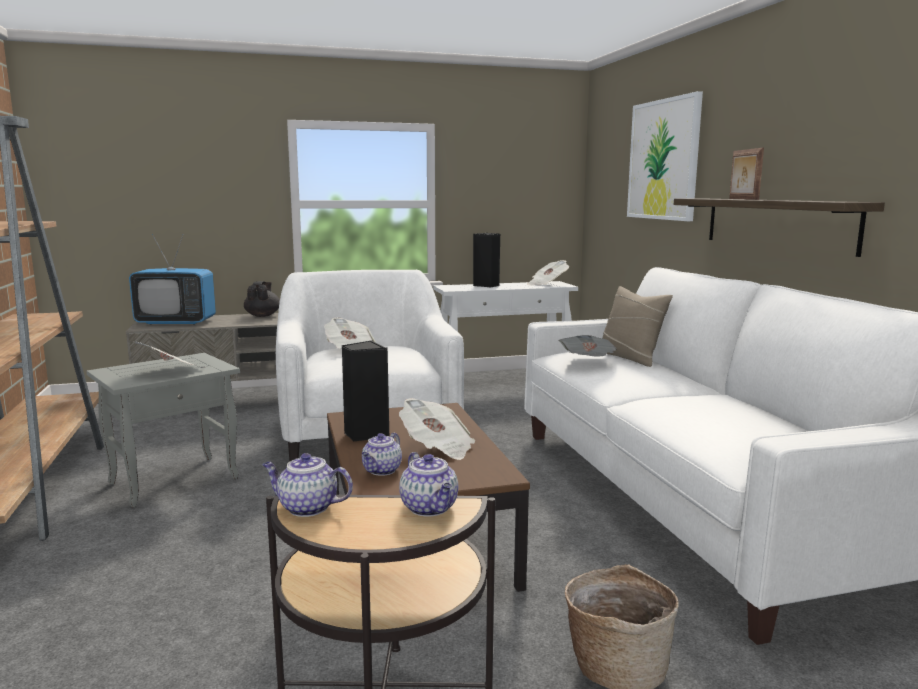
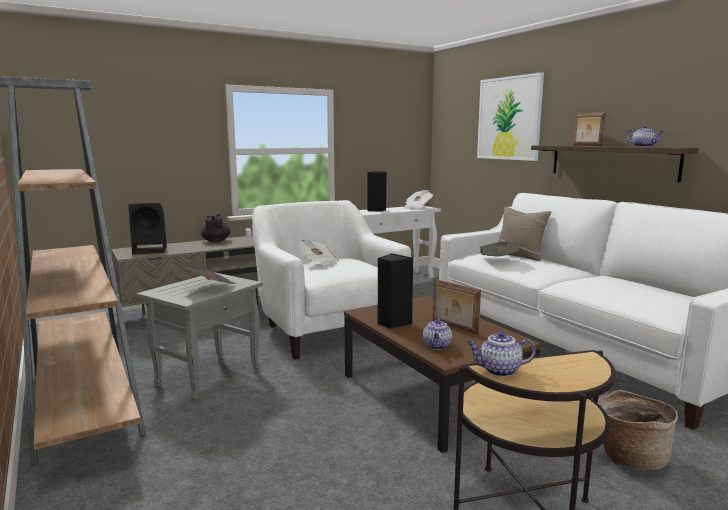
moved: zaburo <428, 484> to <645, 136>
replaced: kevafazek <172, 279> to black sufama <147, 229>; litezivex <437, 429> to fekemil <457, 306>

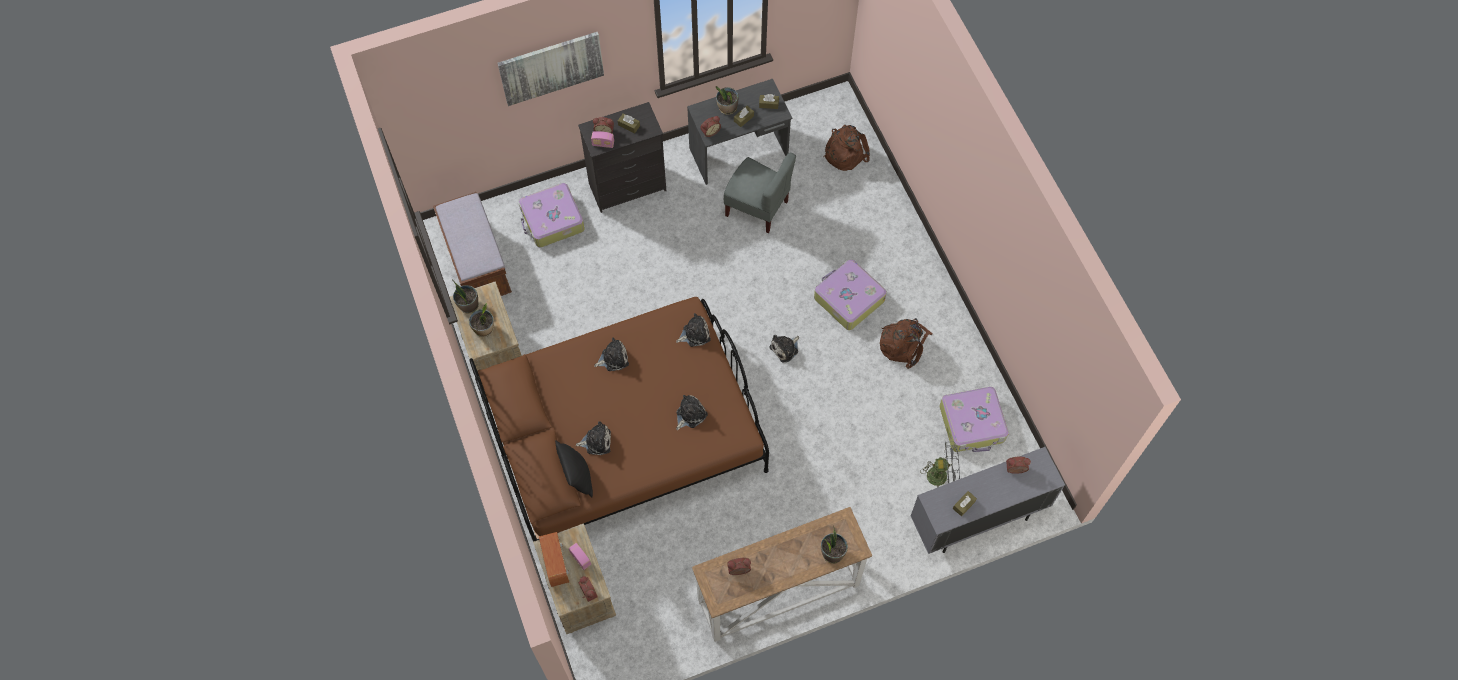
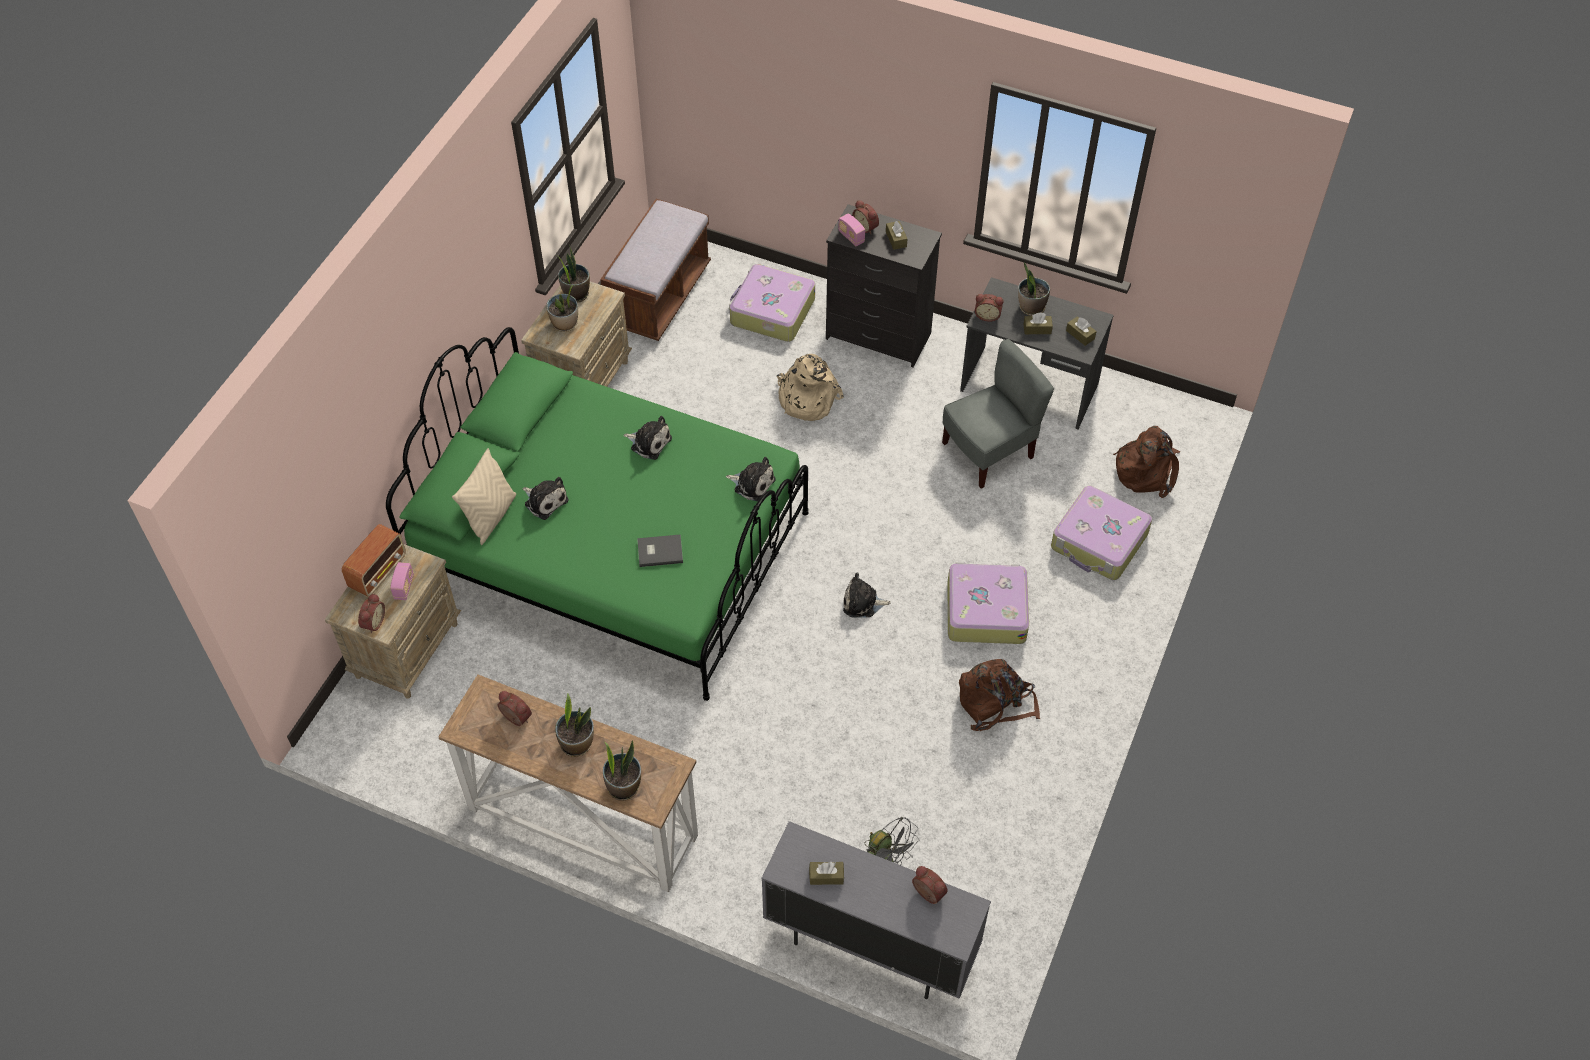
removed: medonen <550, 69>
added: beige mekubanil <810, 387>; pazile <574, 725>
moved: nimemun <974, 419> to <1101, 533>
replaced: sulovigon <692, 412> to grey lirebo <660, 550>
recoloured: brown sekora <619, 419> to green sekora <597, 514>; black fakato <574, 468> to beige fakato <484, 496>
turned: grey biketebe <760, 193> = <998, 414> 105 degrees counterclockwise

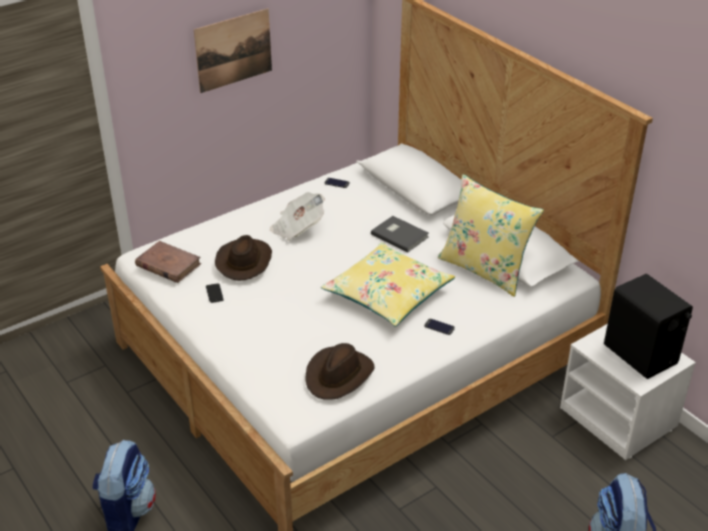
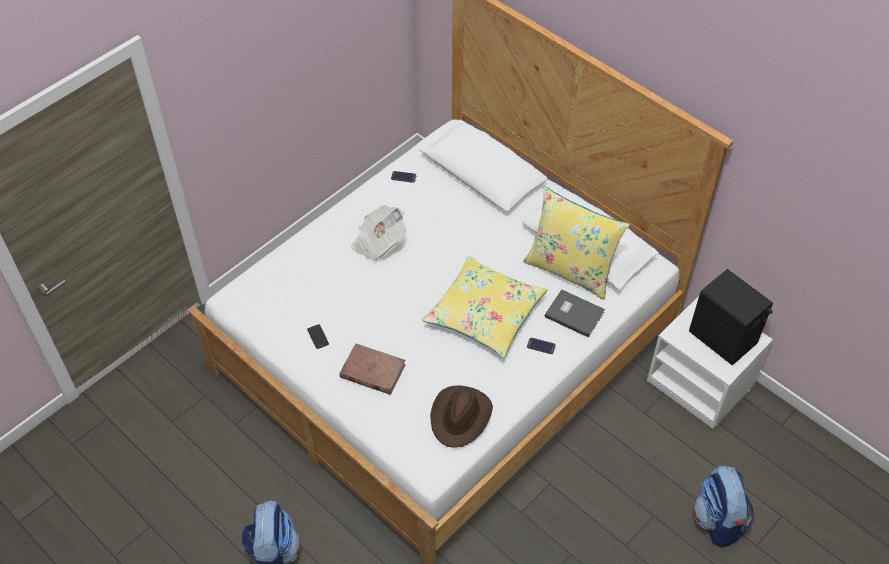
removed: medonen <233, 50>; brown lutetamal <243, 258>
moved: grey lirebo <400, 234> to <575, 313>; brown lirebo <168, 262> to <372, 369>

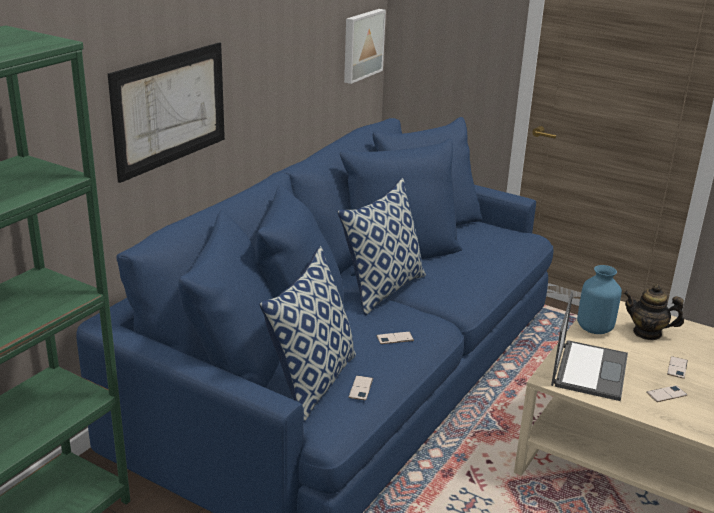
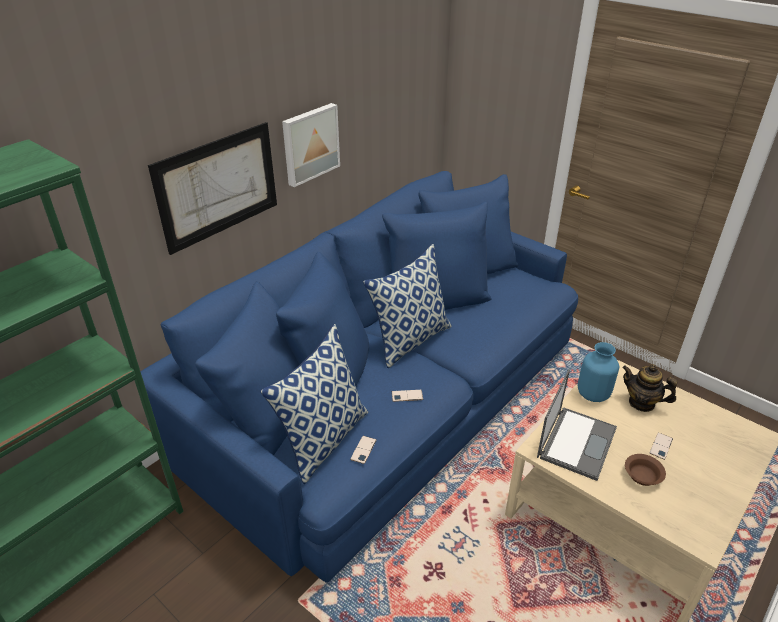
moved: medonen <365, 46> to <311, 145>
replaced: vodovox <666, 393> to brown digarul <645, 470>

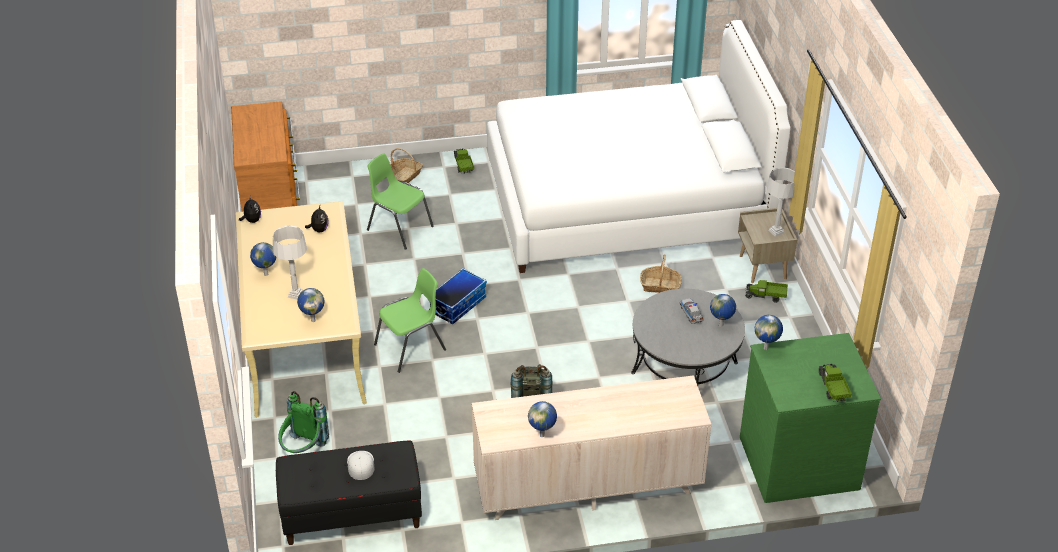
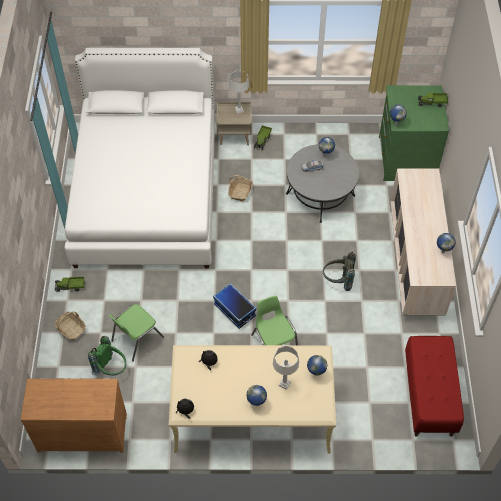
removed: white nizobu <361, 465>
moved: green mekubanil <303, 422> to <107, 356>
recoloured: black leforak <349, 492> to red leforak <434, 386>

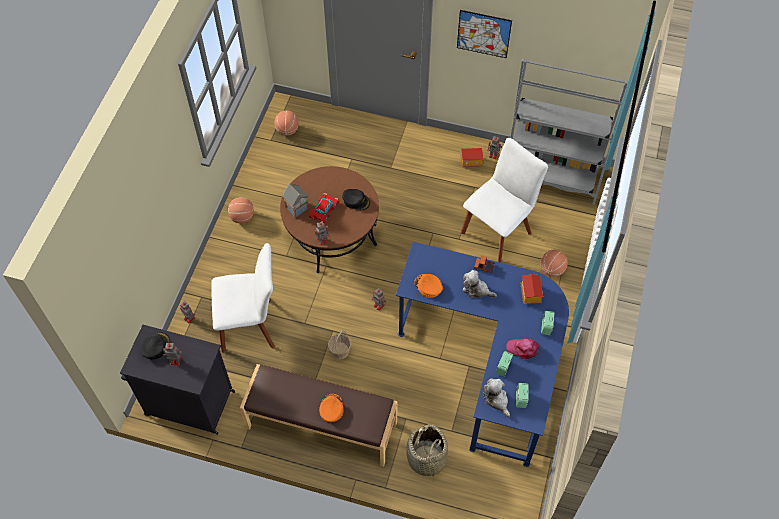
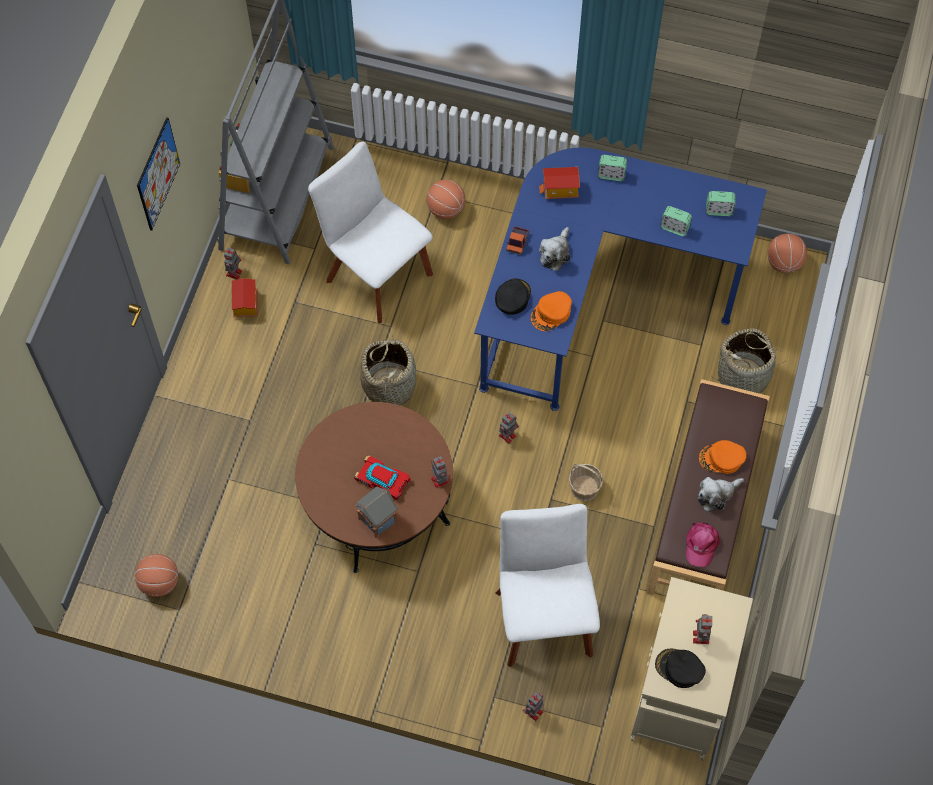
added: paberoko <388, 370>
moved: black nizobu <356, 199> to <513, 297>; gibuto <241, 210> to <787, 253>; pink nizobu <523, 348> to <703, 544>; sulovigon <496, 397> to <720, 494>
recoloured: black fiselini <177, 380> to beige fiselini <692, 669>

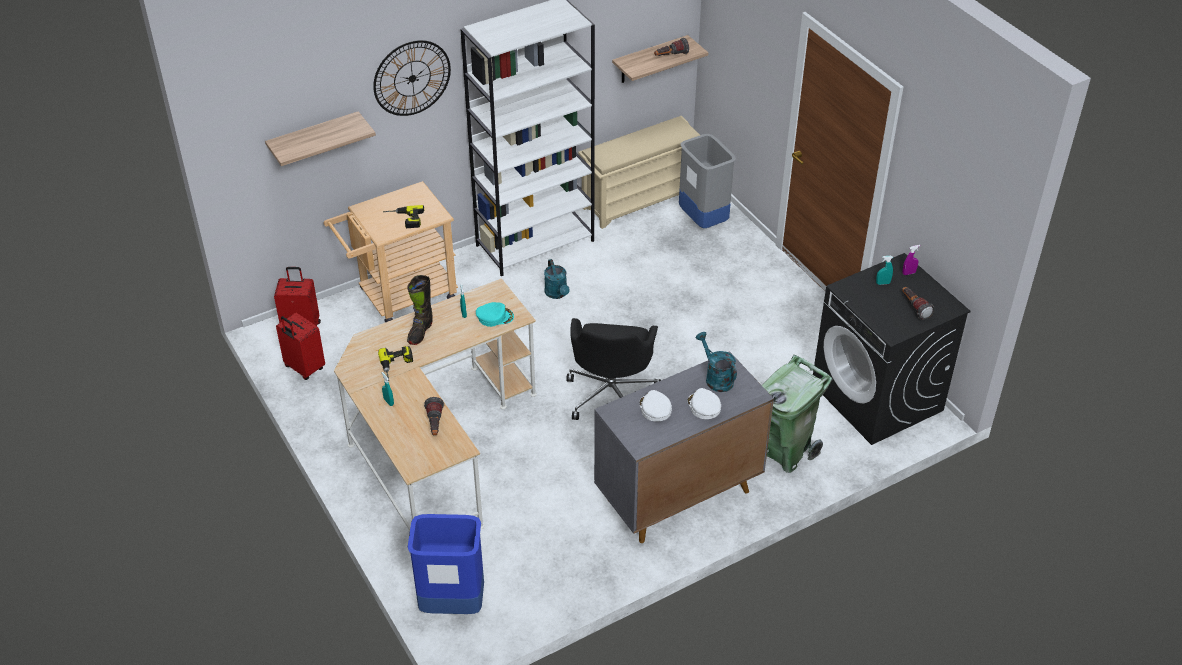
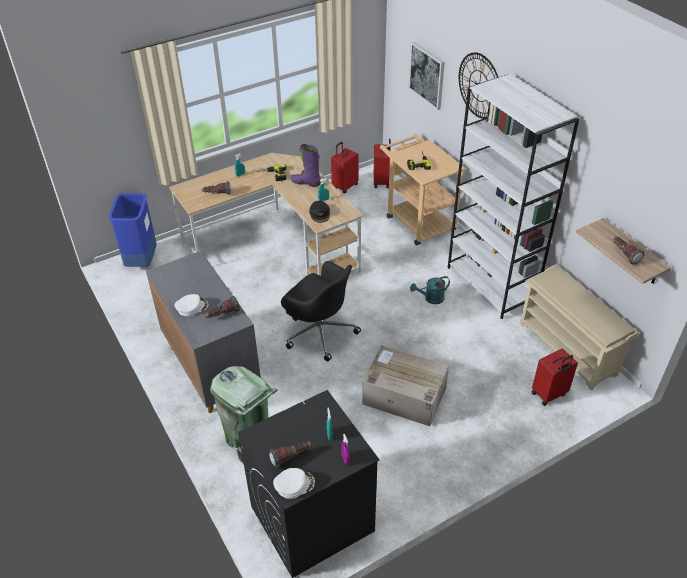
added: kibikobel <405, 385>
moved: white nizobu <655, 406> to <294, 483>
replaced: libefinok <320, 138> to medonen <427, 76>; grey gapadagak <707, 181> to red nimemun <554, 377>; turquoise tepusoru <716, 362> to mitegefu <222, 307>
recoloured: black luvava <420, 310> to purple luvava <305, 165>; turquoise nizobu <495, 314> to black nizobu <319, 212>
turned: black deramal <613, 369> = <321, 311> 150 degrees counterclockwise

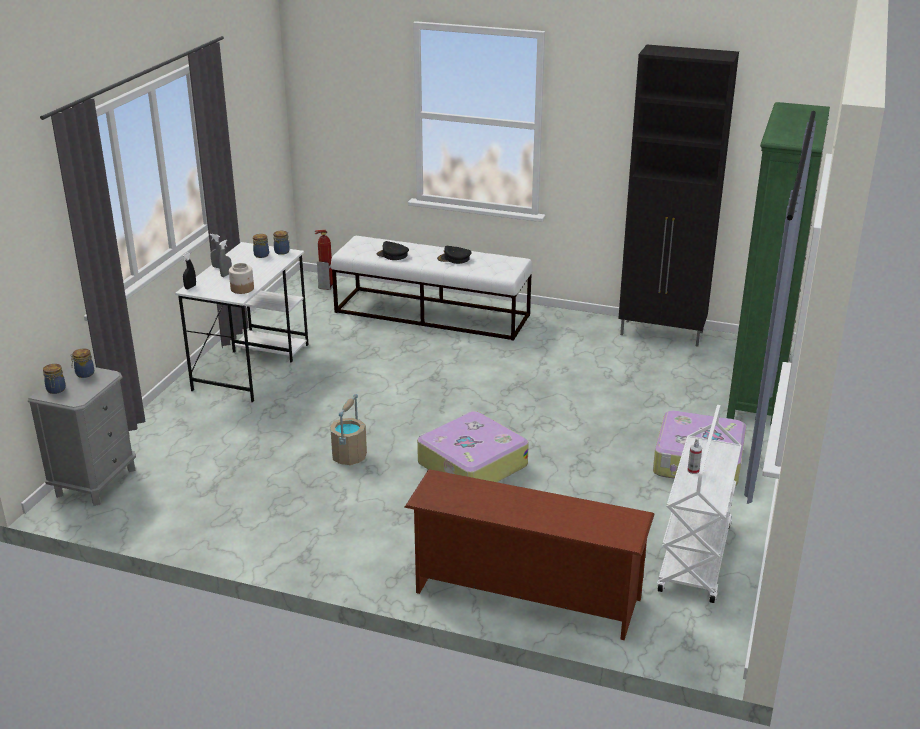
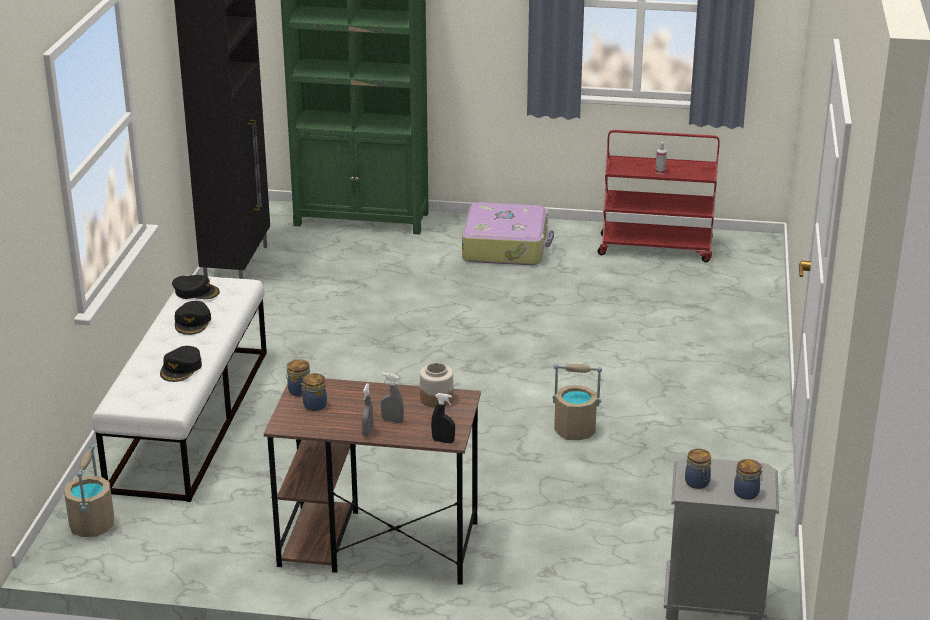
removed: nimemun <473, 446>; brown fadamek <529, 554>
added: black nizobu <196, 287>
replaced: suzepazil <324, 260> to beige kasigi <89, 491>
recoloured: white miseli <242, 322> to brown miseli <372, 482>; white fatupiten <699, 504> to red fatupiten <658, 196>

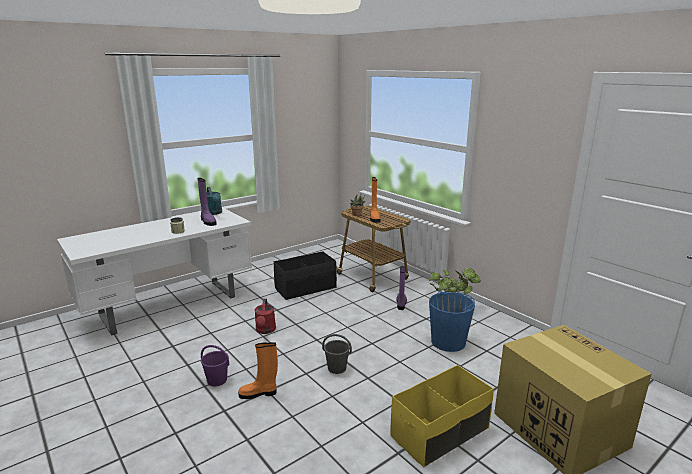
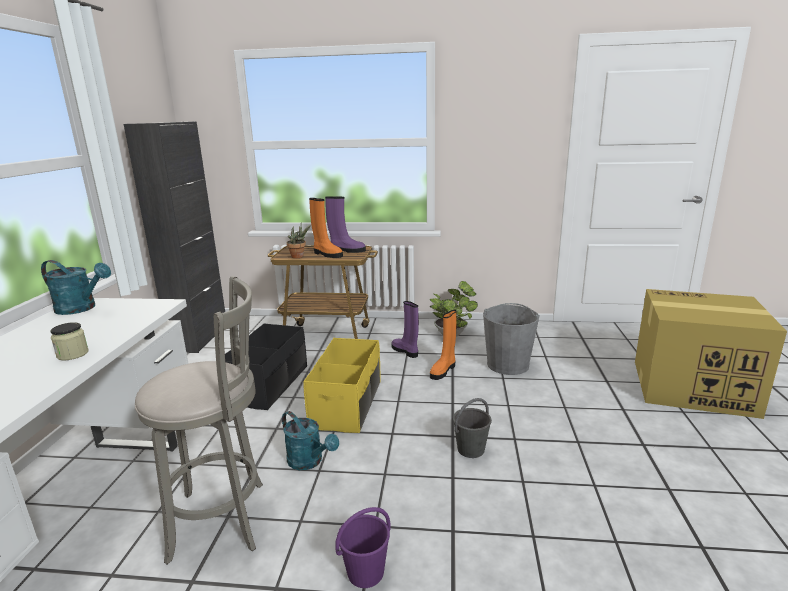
added: black fiselini <174, 237>; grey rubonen <199, 420>
moved: purple luvava <207, 202> to <345, 224>; orange luvava <258, 370> to <443, 345>; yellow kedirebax <442, 416> to <342, 385>
recoloured: blue kasigi <452, 321> to grey kasigi <511, 339>; red tepusoru <265, 316> to turquoise tepusoru <310, 440>

